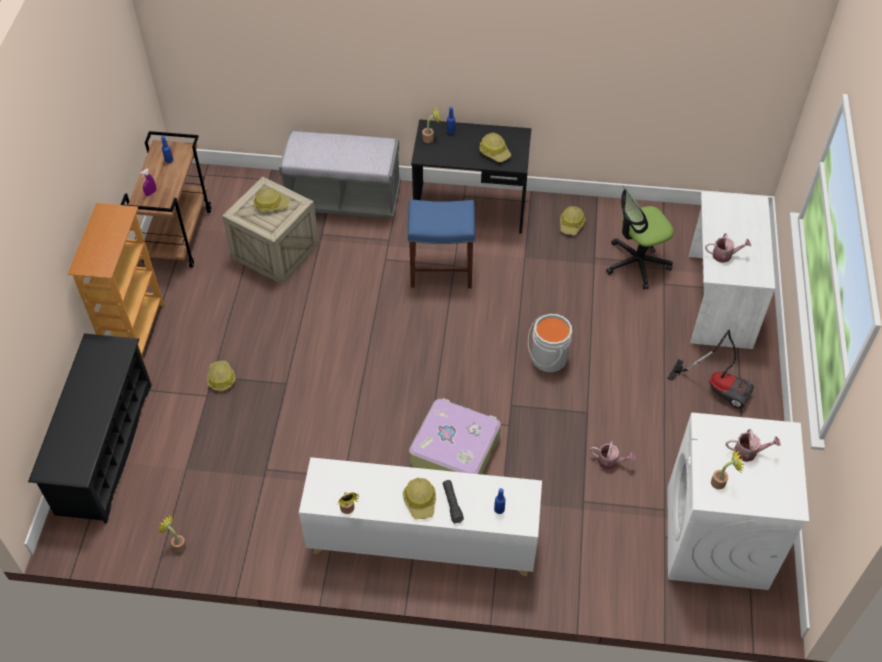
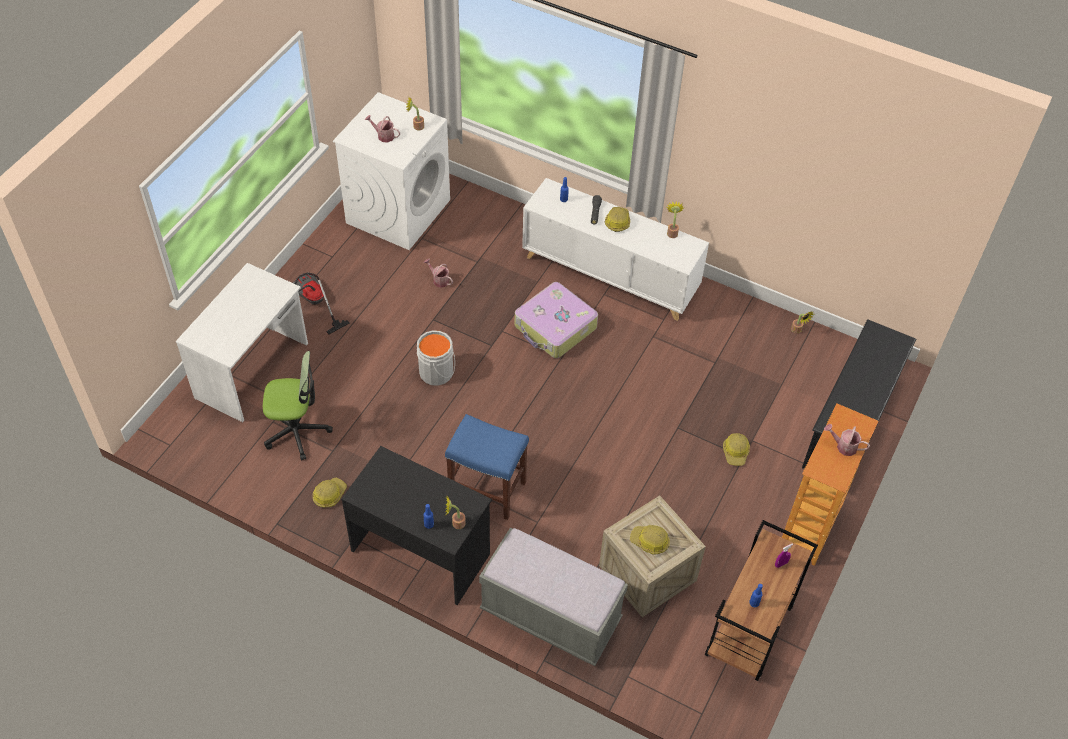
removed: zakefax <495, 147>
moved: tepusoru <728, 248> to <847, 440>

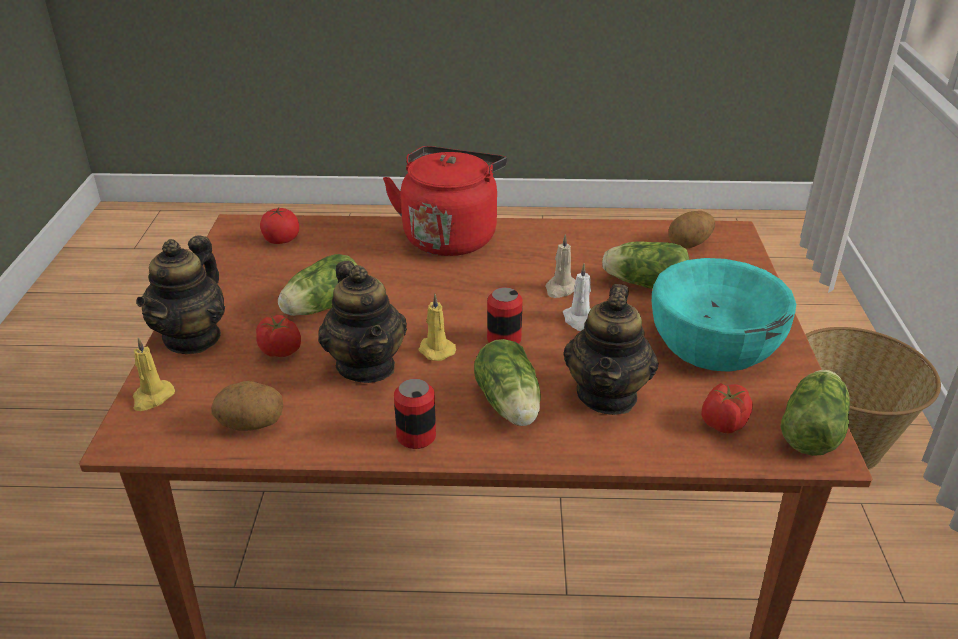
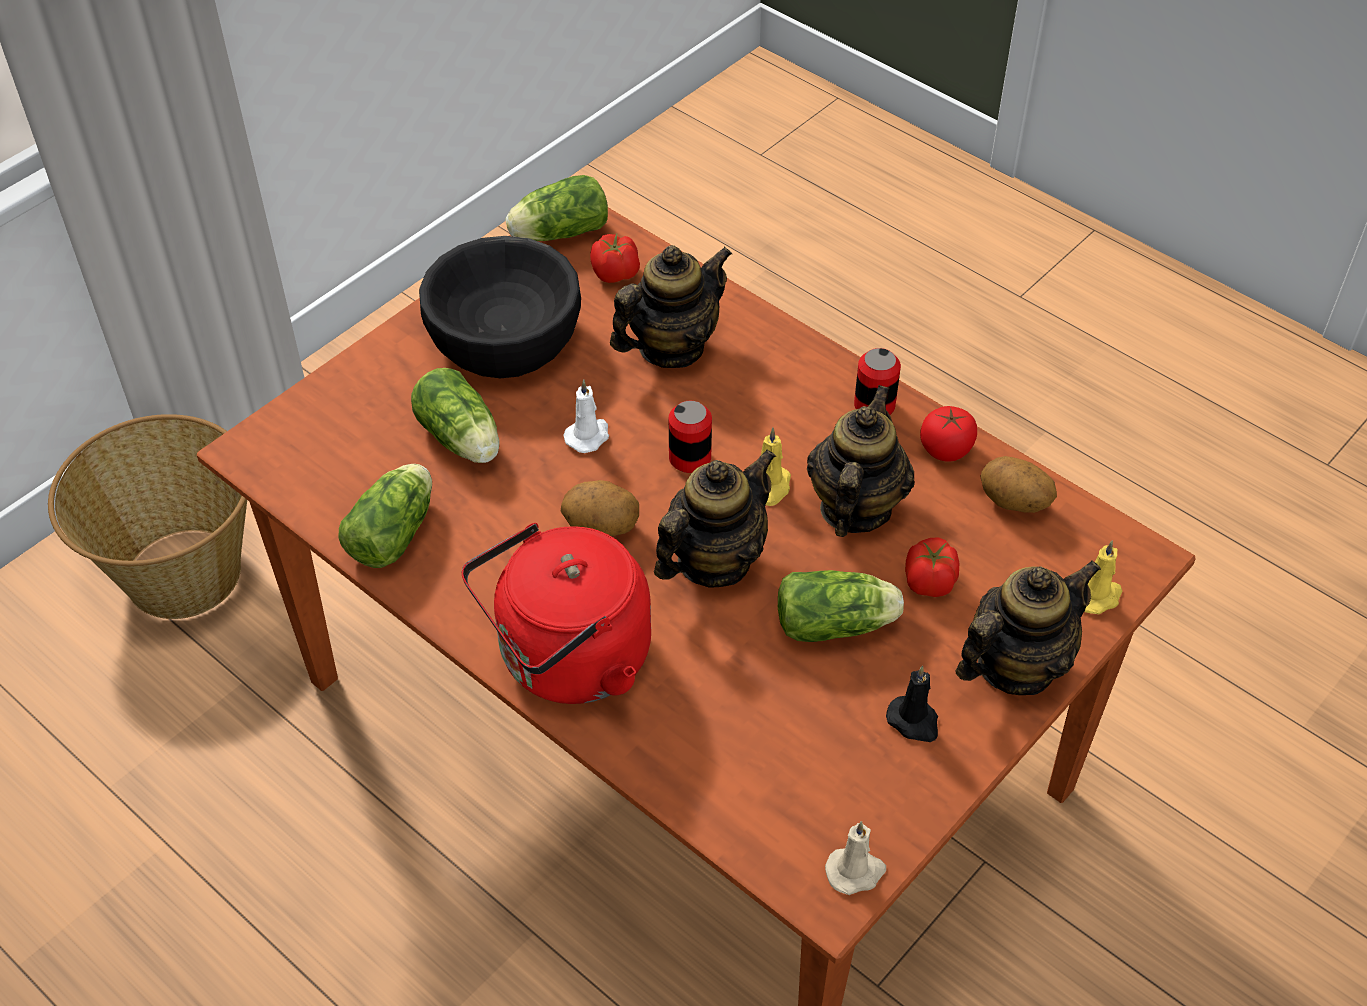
added: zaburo <715, 518>; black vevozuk <912, 704>
moved: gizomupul <279, 226> to <948, 434>; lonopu <692, 229> to <600, 508>; beige vevozuk <560, 266> to <855, 858>; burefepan <507, 382> to <385, 516>
recoloured: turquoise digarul <724, 315> to black digarul <500, 307>

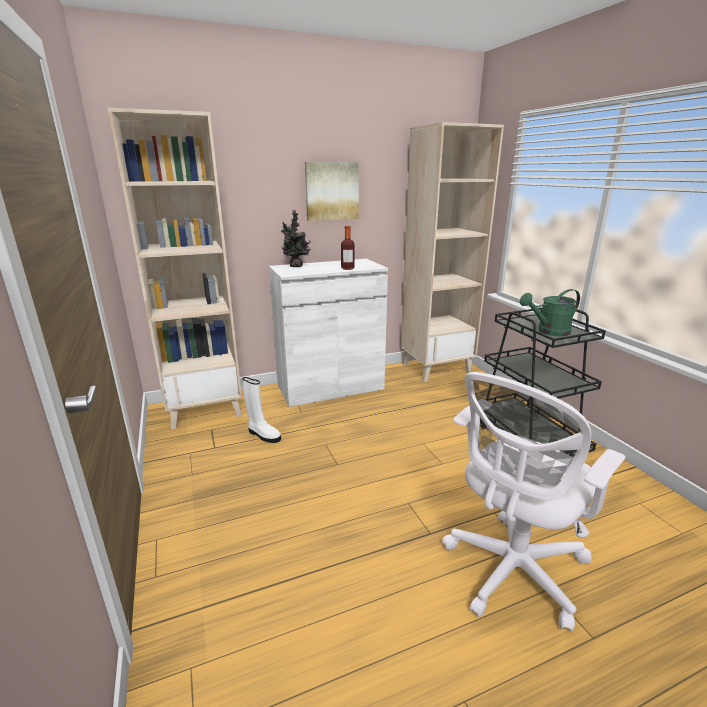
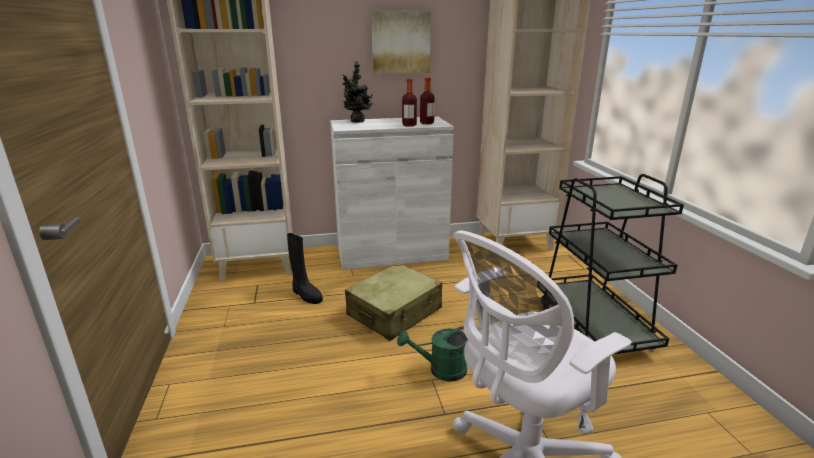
added: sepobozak <427, 101>; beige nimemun <393, 302>
moved: green tepusoru <550, 312> to <432, 354>
recoloured: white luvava <262, 410> to black luvava <305, 268>

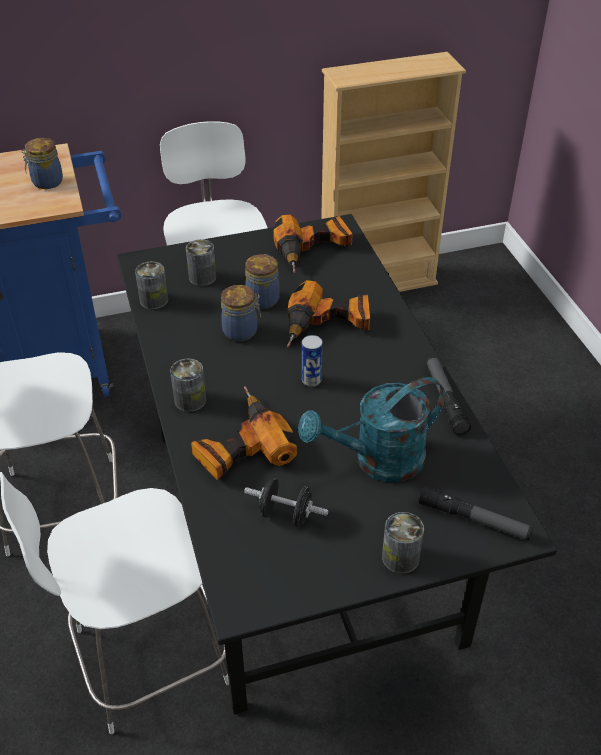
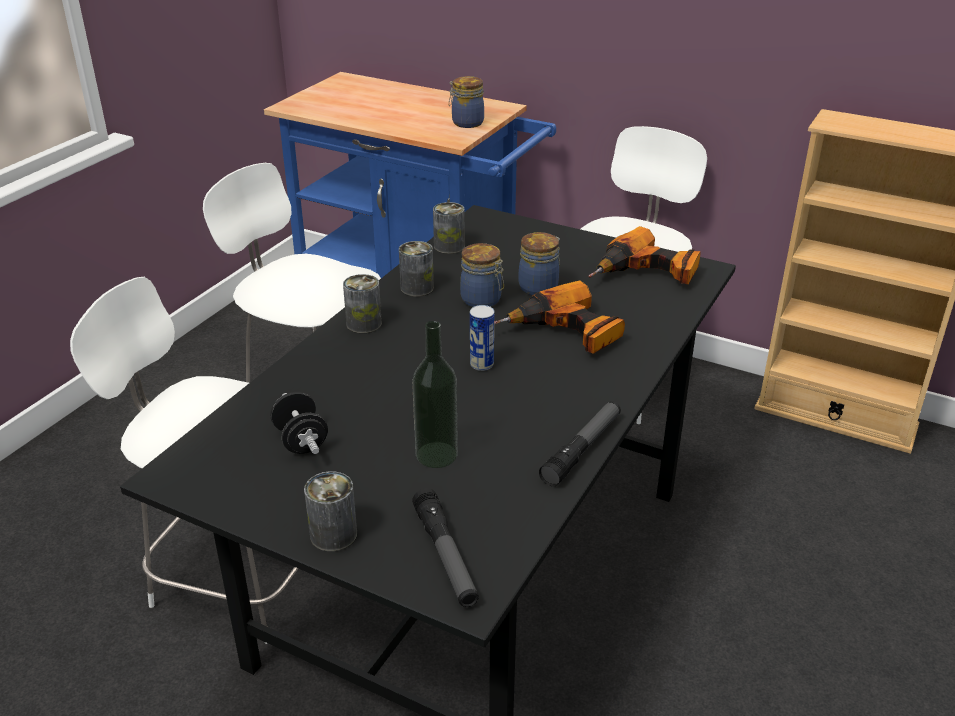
removed: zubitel <244, 433>
moved: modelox <201, 262> to <416, 269>
replaced: turquoise tepusoru <372, 429> to sepobozak <435, 394>

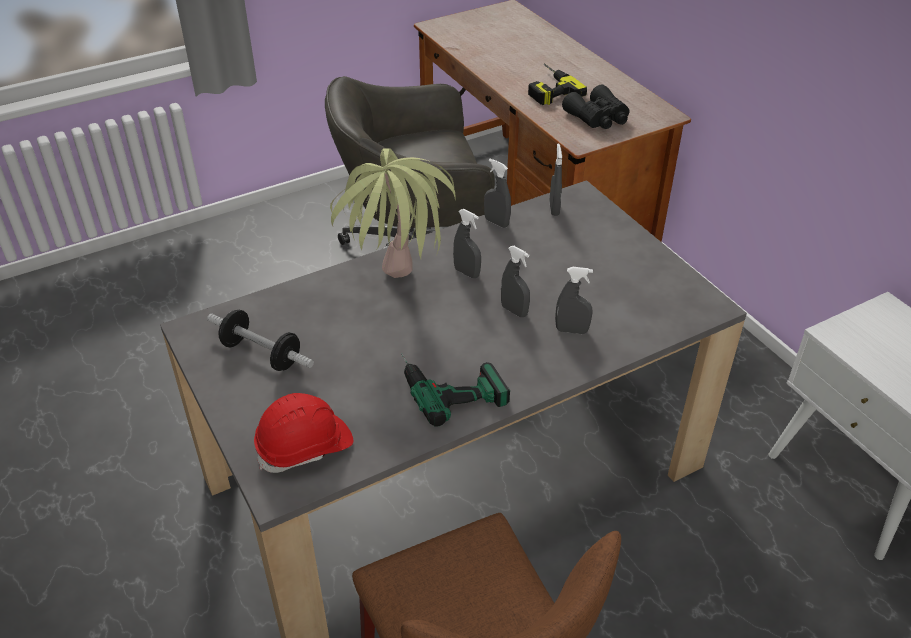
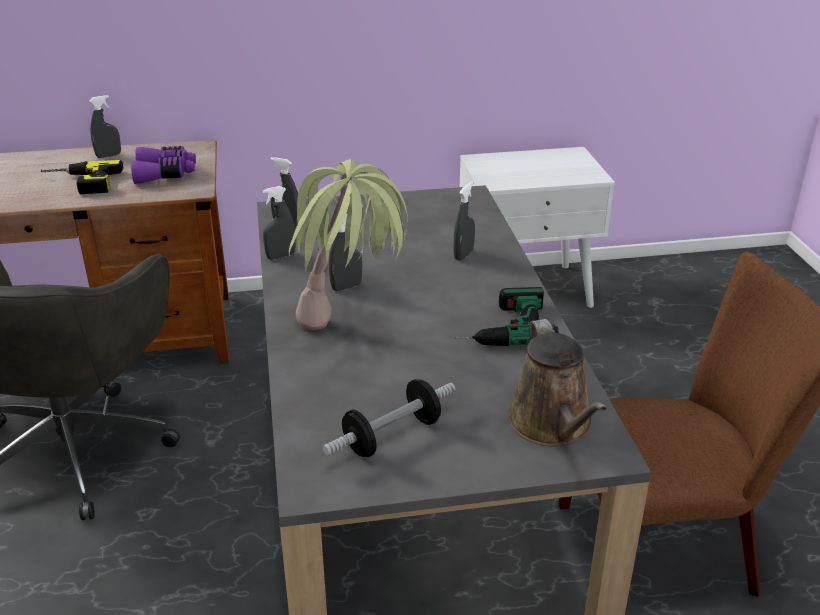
moved: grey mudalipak <515, 281> to <105, 126>
replaced: red zakefax <303, 433> to brown tepusoru <557, 382>
recoloured: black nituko <596, 106> to purple nituko <163, 165>

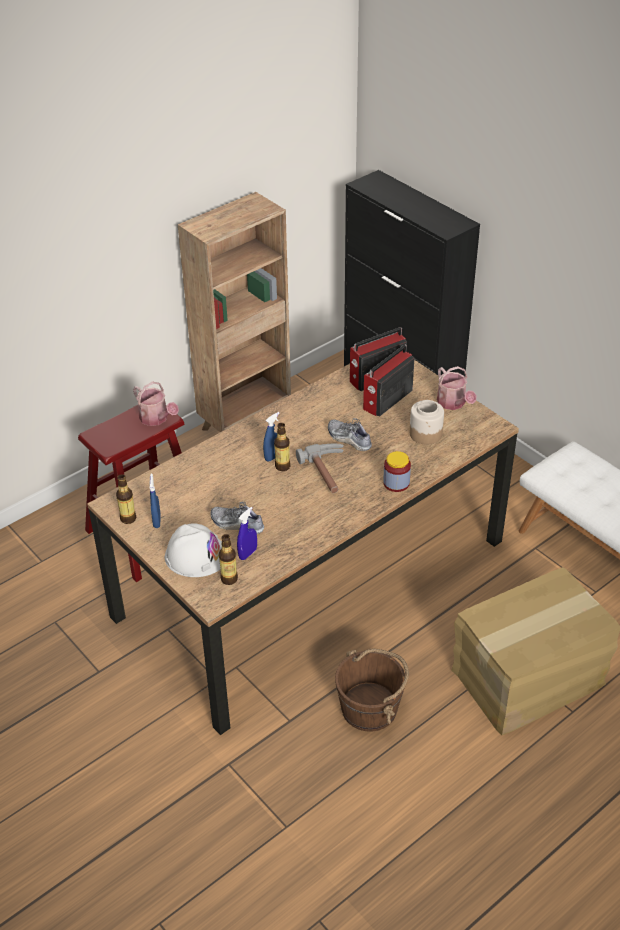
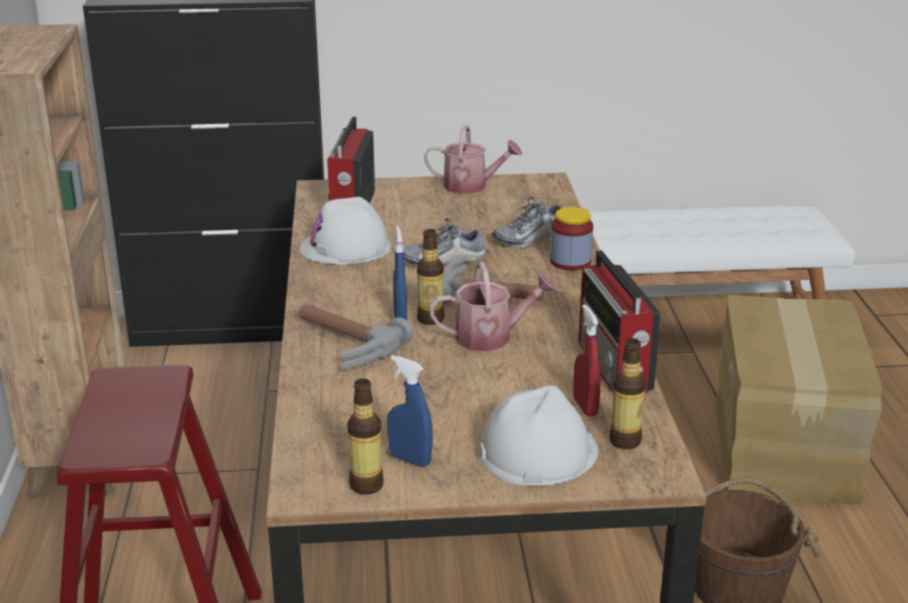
removed: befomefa <427, 422>
added: white zakefax <345, 231>; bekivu <356, 337>
moved: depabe <388, 380> to <619, 321>; tepusoru <156, 403> to <493, 306>; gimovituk <237, 518> to <527, 222>
recoloured: blue mudalipak <247, 533> to red mudalipak <587, 360>

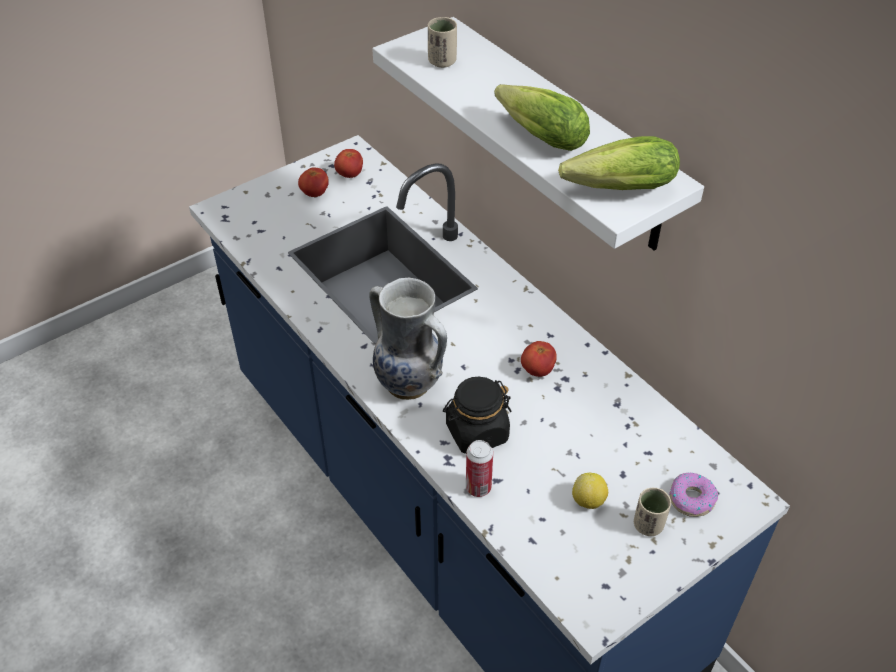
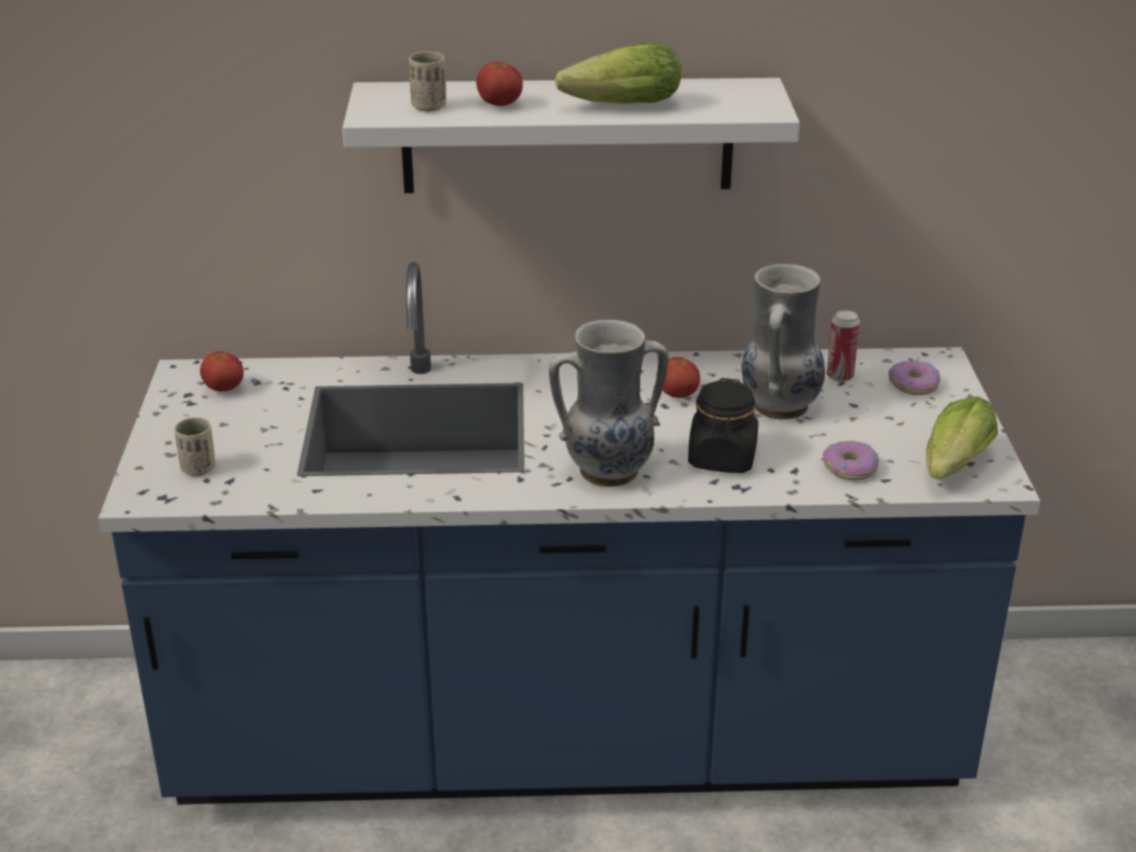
removed: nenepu <590, 490>
added: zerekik <783, 342>; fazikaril <851, 460>
moved: burefepan <619, 163> to <962, 437>; gizomupul <313, 182> to <499, 84>; modelox <479, 468> to <843, 346>; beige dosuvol <652, 511> to <194, 446>

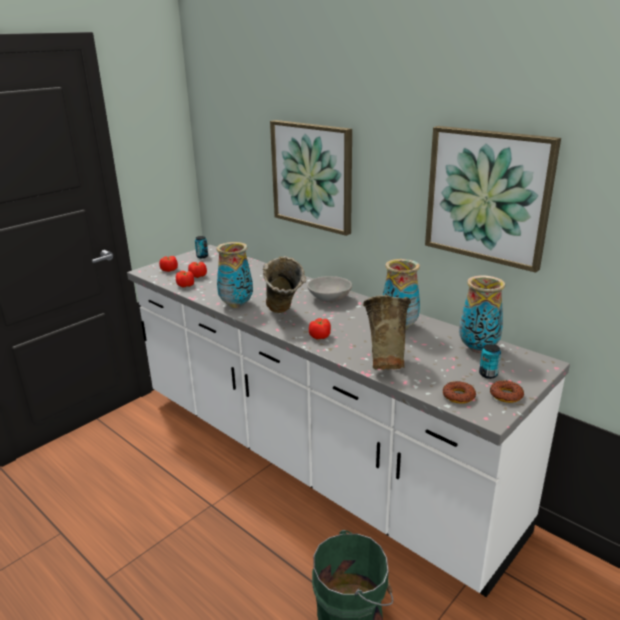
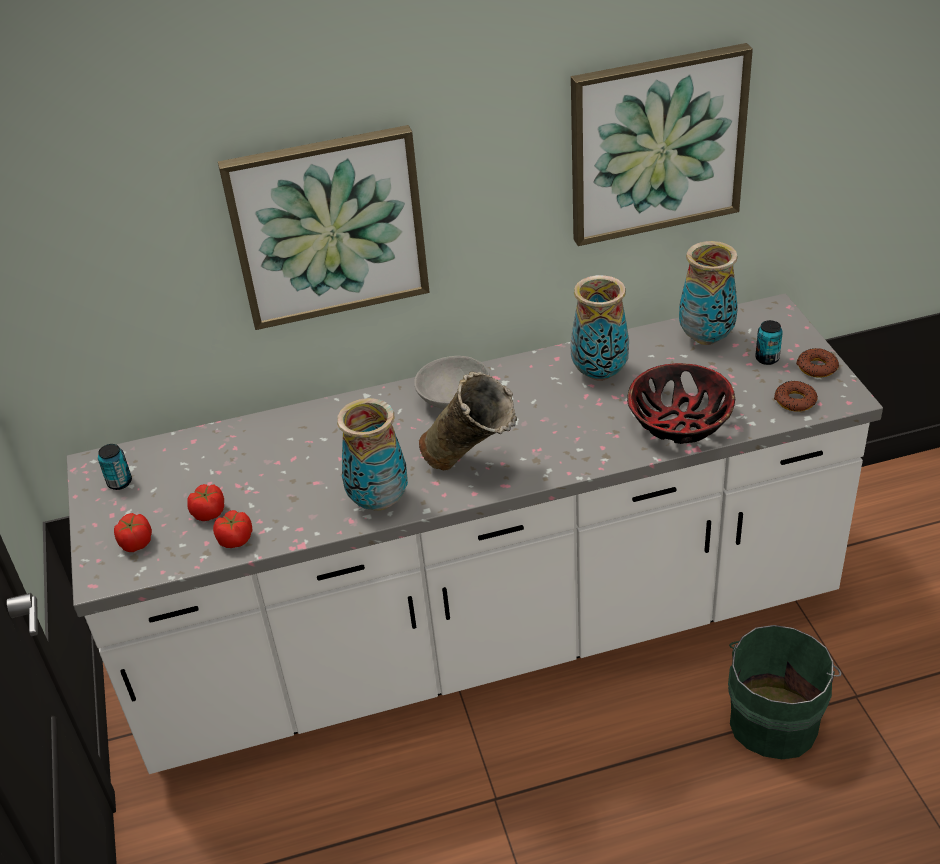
removed: gizomupul <320, 328>
replaced: beige zerekik <387, 332> to digarul <681, 403>

